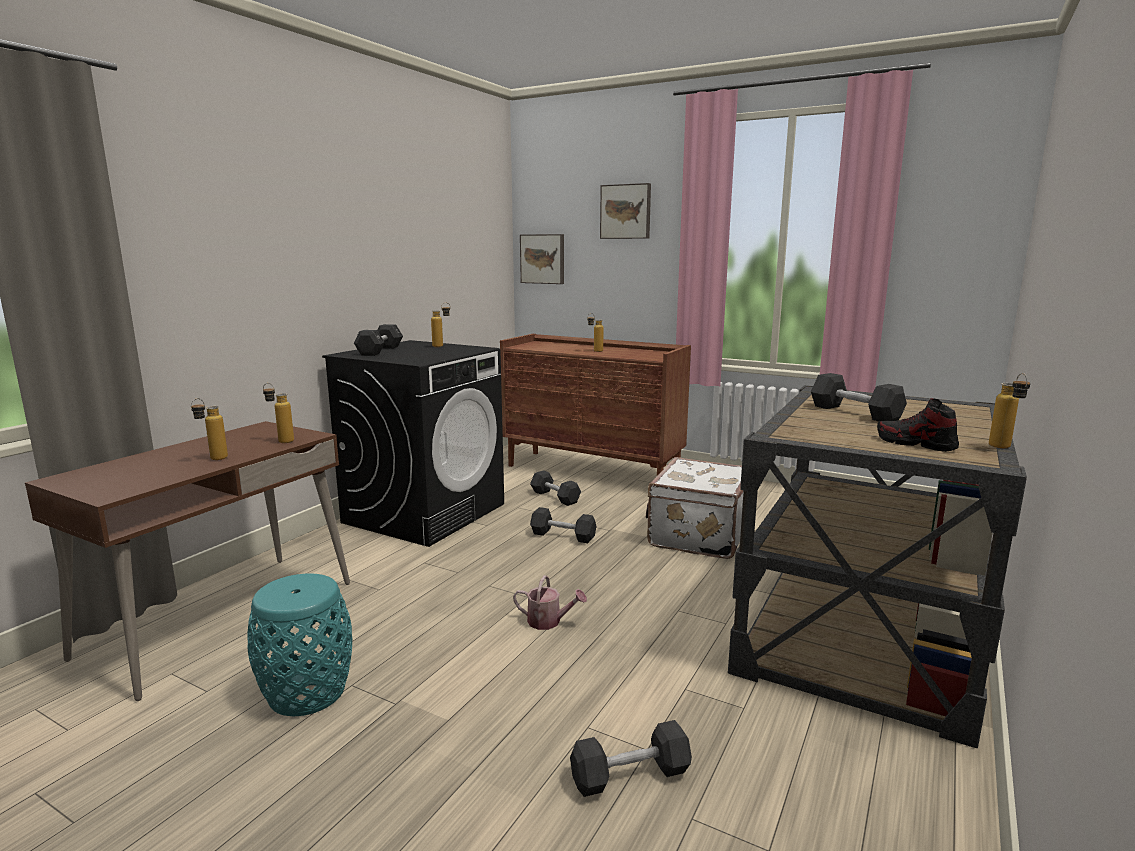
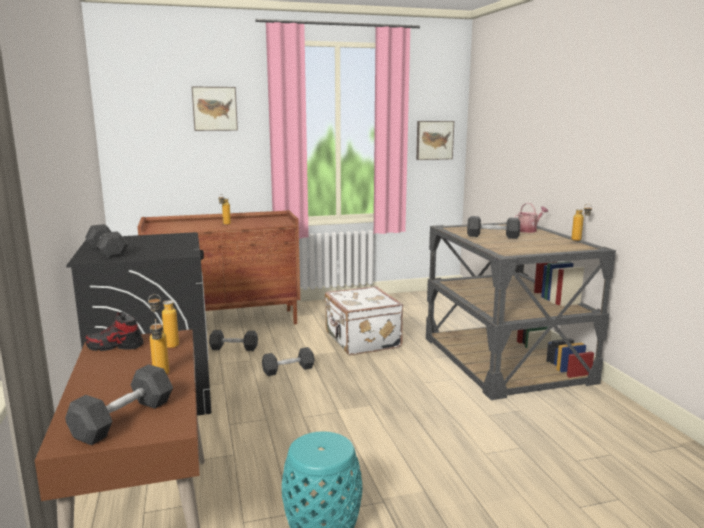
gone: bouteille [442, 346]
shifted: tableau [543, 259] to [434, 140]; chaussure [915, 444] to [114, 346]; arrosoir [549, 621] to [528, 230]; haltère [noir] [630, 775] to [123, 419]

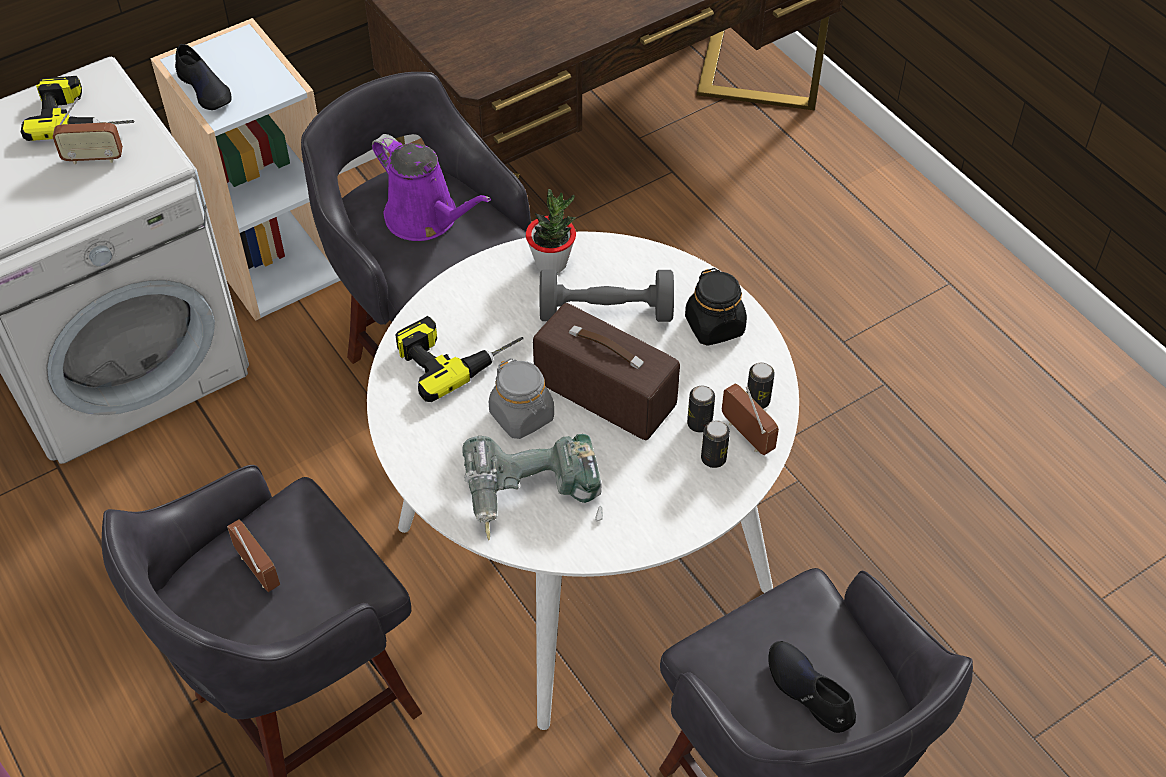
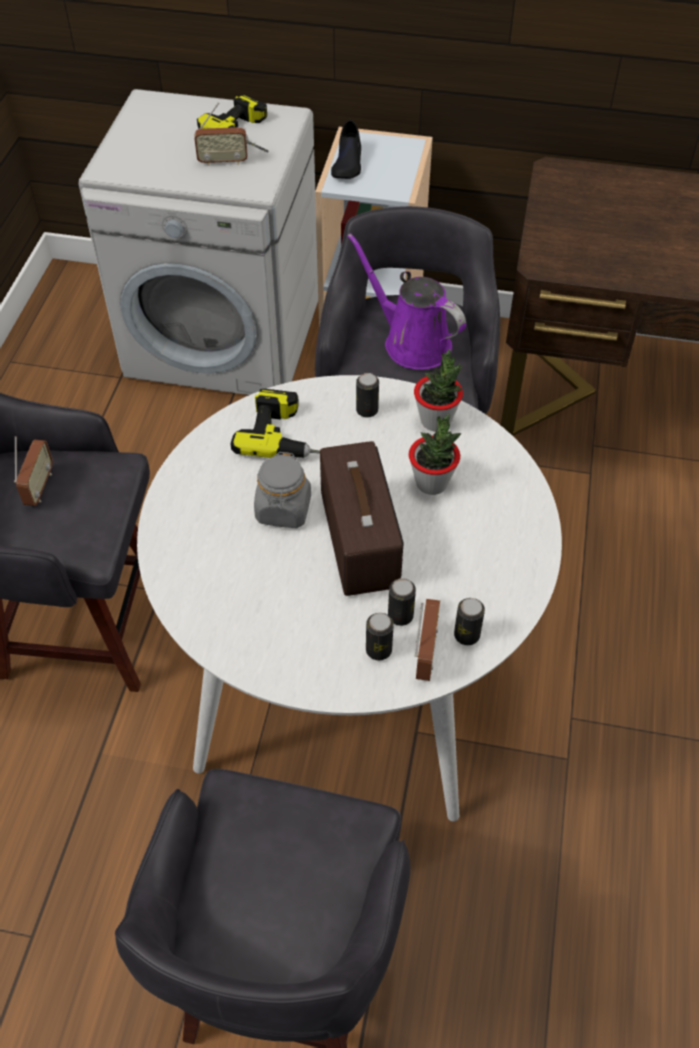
gone: bocal [noir] [715, 326]; perceuse [533, 499]; chaussure [noir] [809, 691]
new: boîte métallique [367, 410]
swapped: haltère [gris] [606, 312] to plante en pot [432, 483]
rotated: radio [93, 158] = [223, 162] 45 degrees counterclockwise; arrosoir [violet] [426, 218] = [412, 343] 135 degrees clockwise

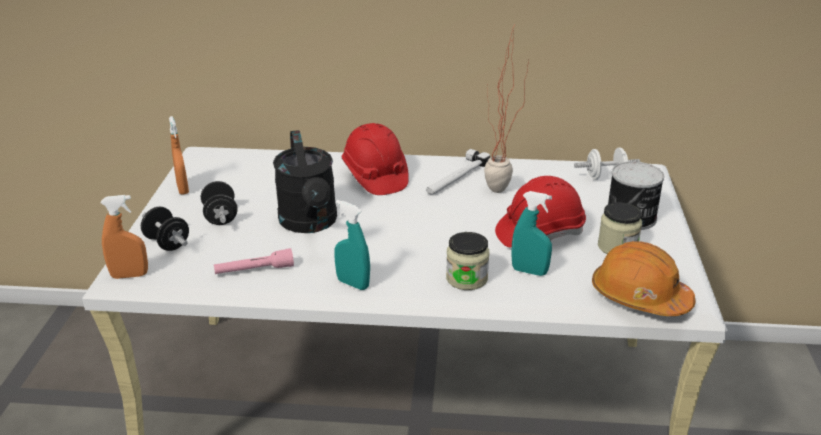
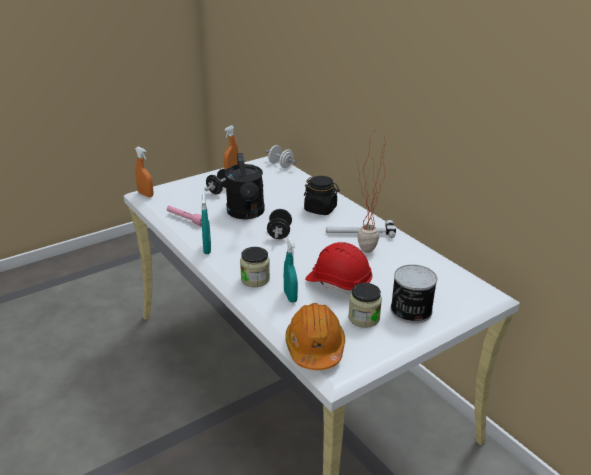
shifted: haltère [blanc] [605, 177] to [280, 165]; haltère [noir] [167, 243] to [279, 233]
swapped: casque de chantier [rouge] [375, 177] to bocal [noir] [320, 209]
rotated: arrosoir [noir] [310, 223] = [246, 213] 45 degrees counterclockwise

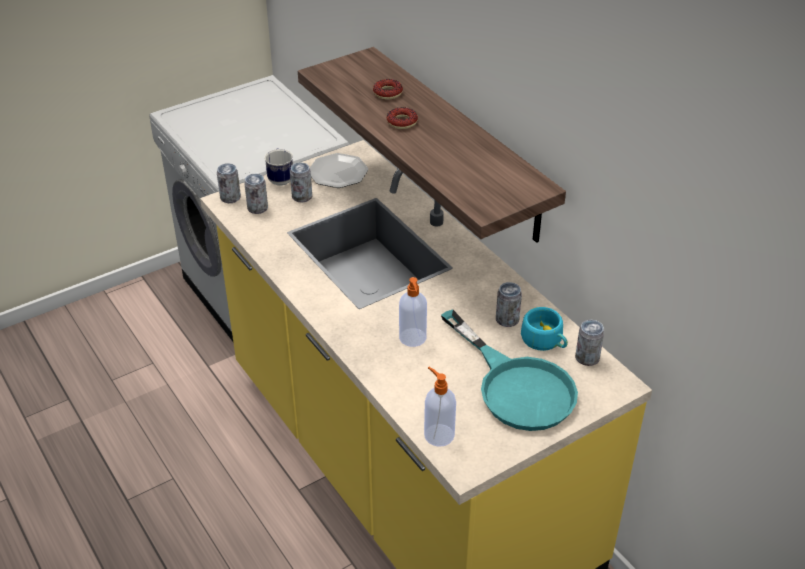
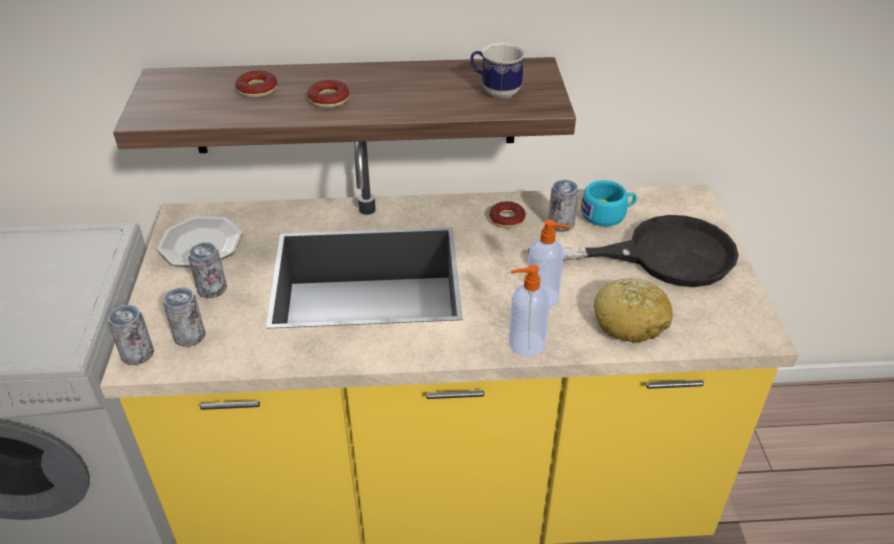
gone: boîte métallique [587, 358]
new: beignet [507, 219]; pain [630, 321]
shifted: mug [280, 178] to [495, 91]; distributeur de savon [438, 434] to [524, 344]
repainted: poêle [turquoise] [516, 385] to poêle [noir] [660, 256]

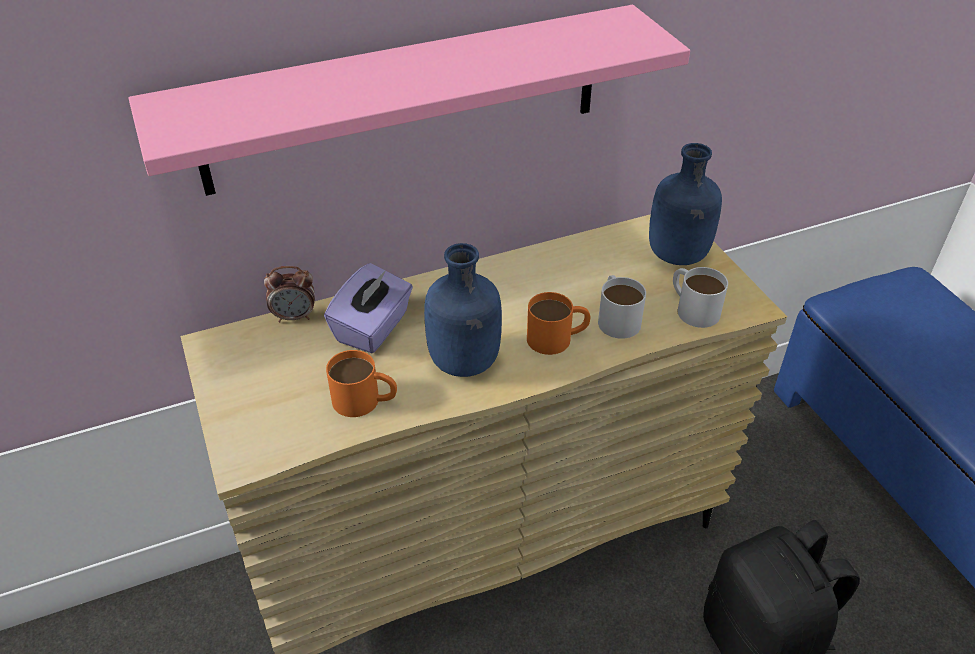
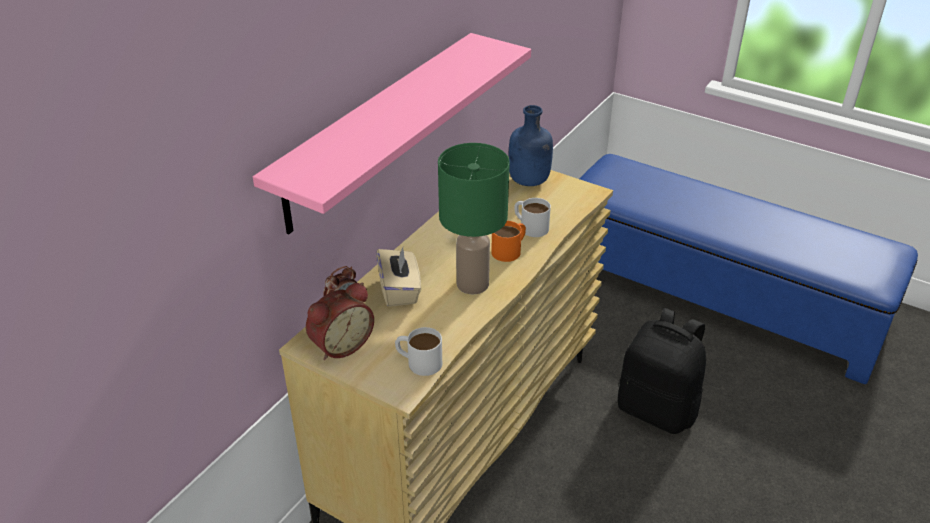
gone: mug [orange] [365, 400]
new: réveil [340, 344]
shifted: mug [blanc] [692, 308] to [418, 361]
swapped: bouteille [bleu] [464, 363] to lampe de table [vert] [473, 284]
repainted: boîte à mouchoirs [violet] [373, 328] to boîte à mouchoirs [beige] [399, 290]

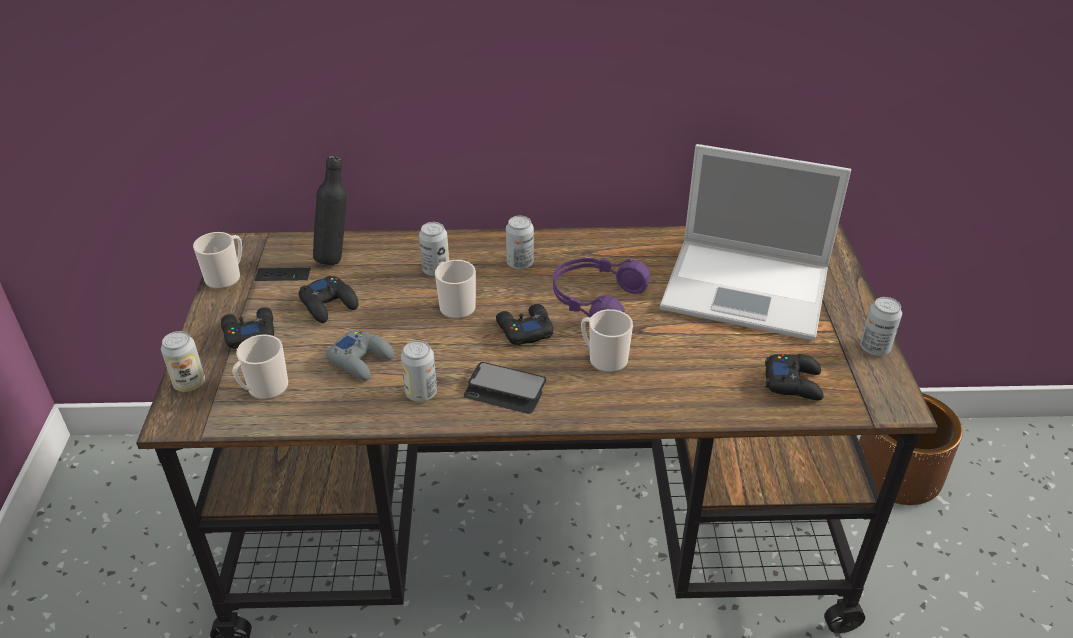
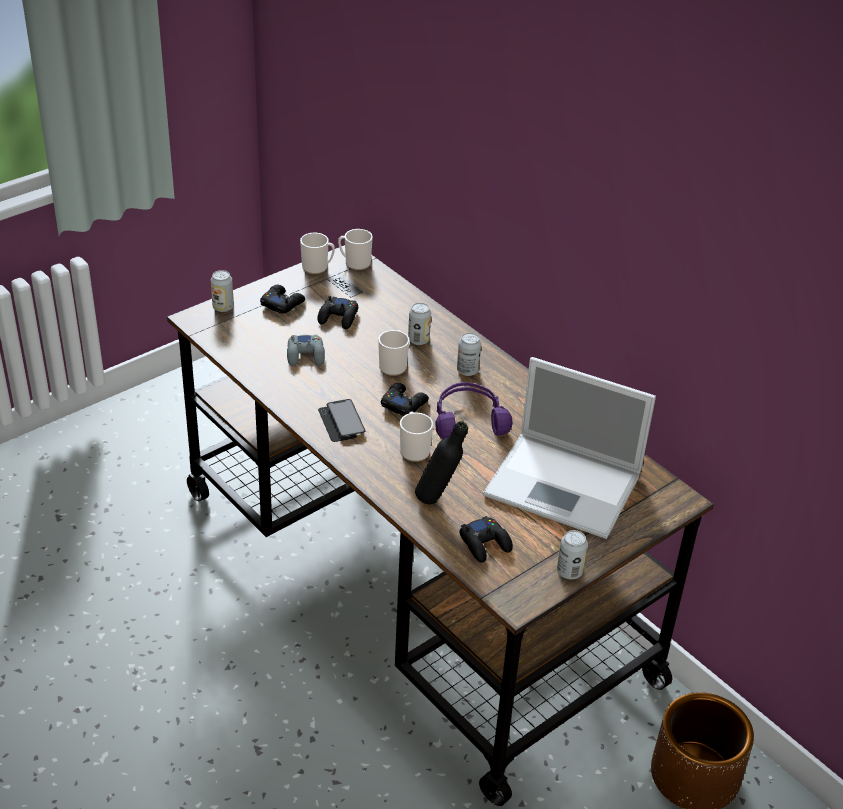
gone: boîte métallique [421, 393]
shifted: bouteille [noir] [336, 256] to [438, 498]; mug [264, 389] to [355, 263]
rotated: ordinateur portable [749, 289] = [566, 486] 45 degrees counterclockwise

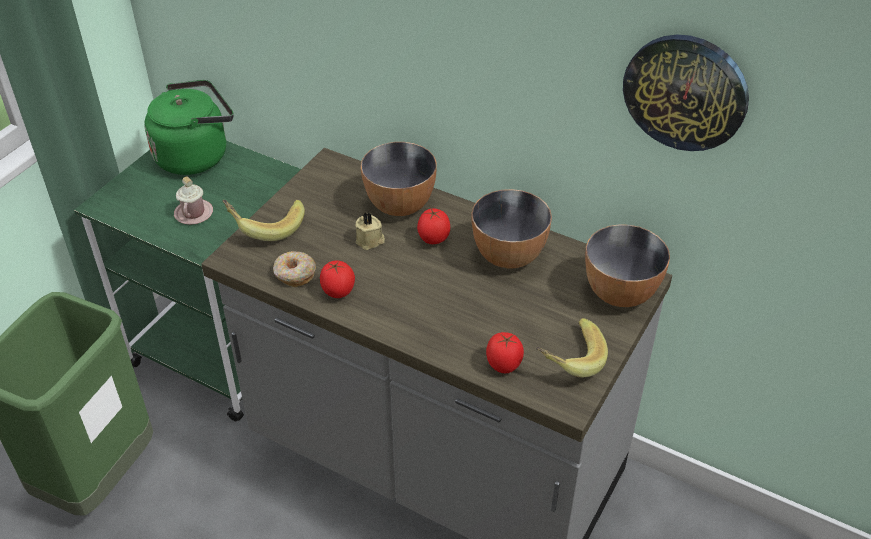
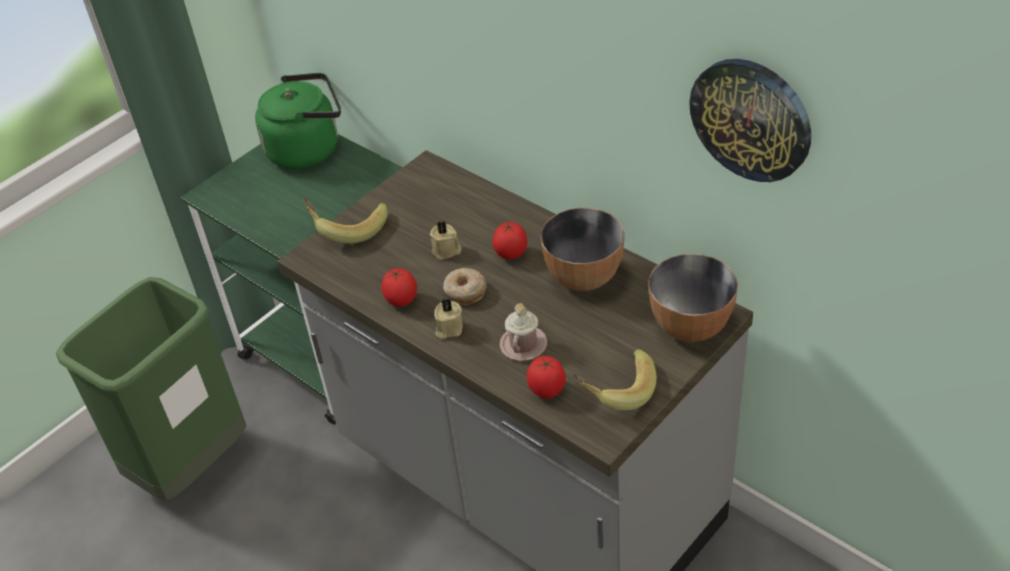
gone: bol [400, 205]
new: bougie [beige] [448, 329]
shifted: mug [rose] [194, 213] to [523, 345]; beignet [294, 274] to [465, 291]

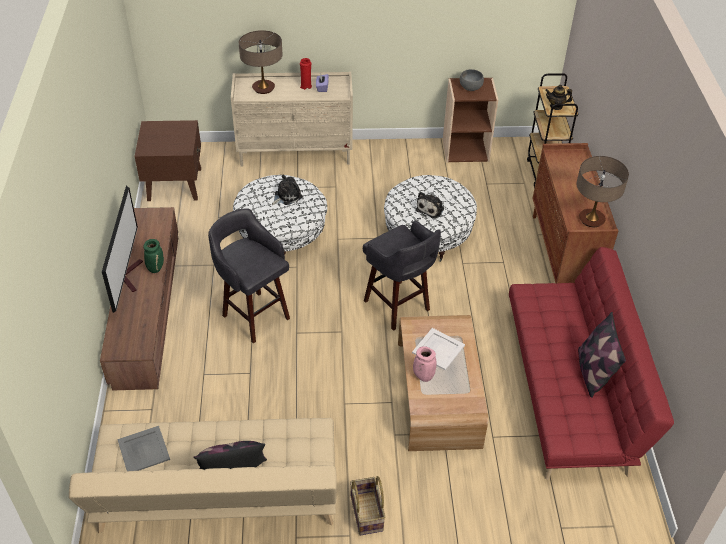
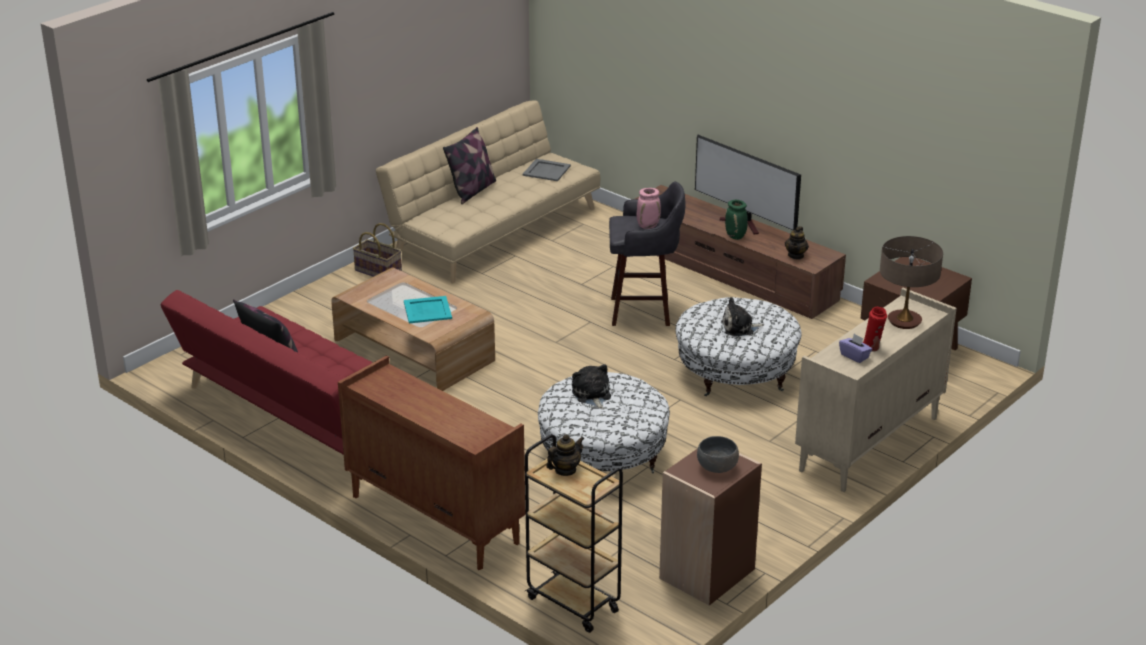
gone: lampe de table [591, 219]; tabouret [gris] [398, 307]
new: théière [796, 255]
shifted: vase [rose] [423, 376] to [648, 226]
repainted: plateau [blanc] [438, 349] to plateau [turquoise] [427, 310]
rotated: peluche [286, 196] = [740, 328] 75 degrees clockwise

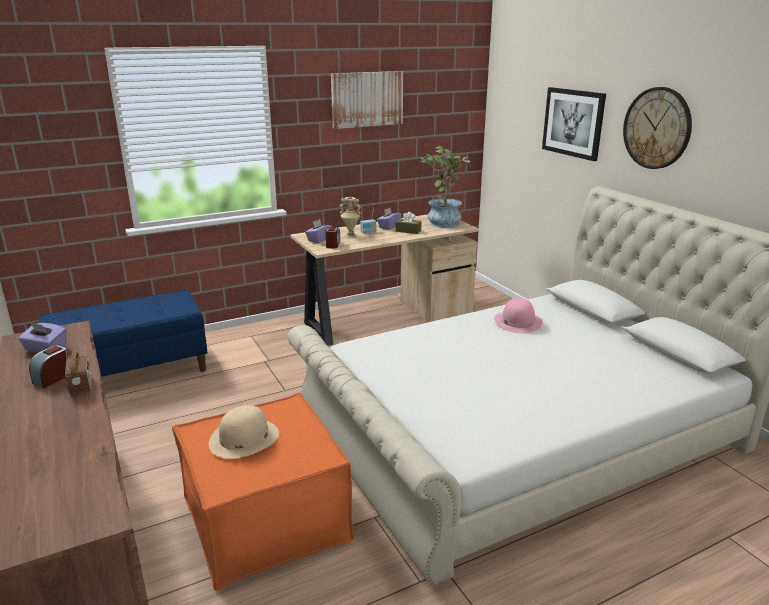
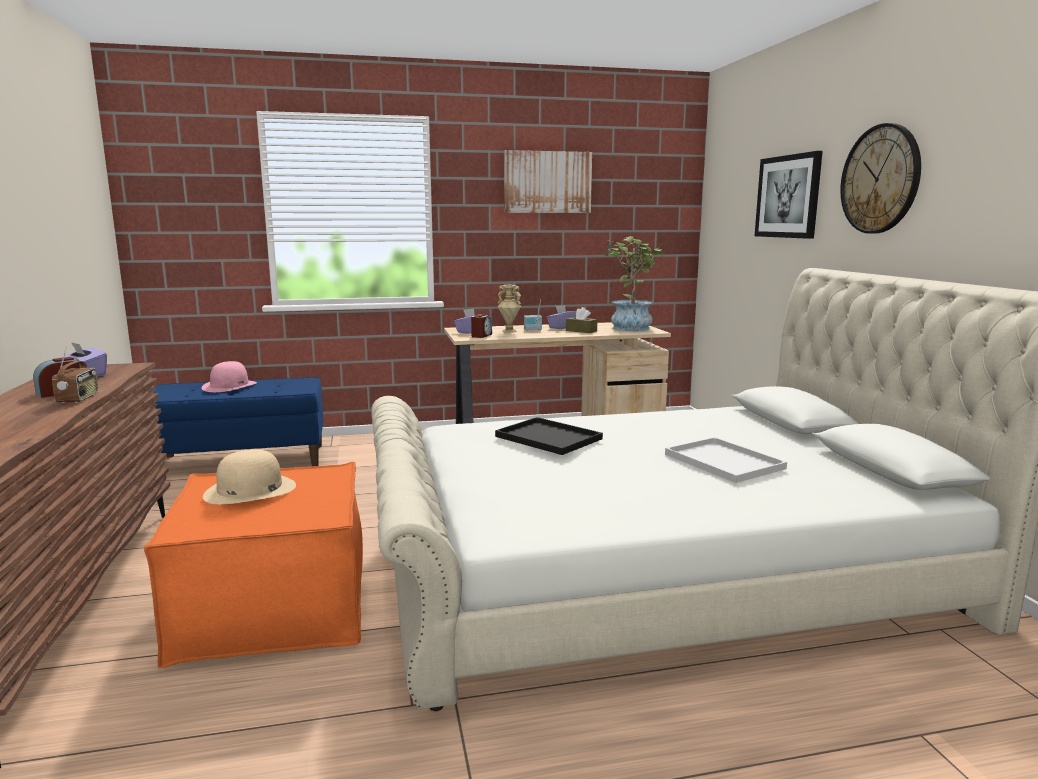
new: plateau [noir] [550, 438]; plateau [blanc] [721, 461]
shifted: chapeau [rose] [517, 322] to [229, 386]

